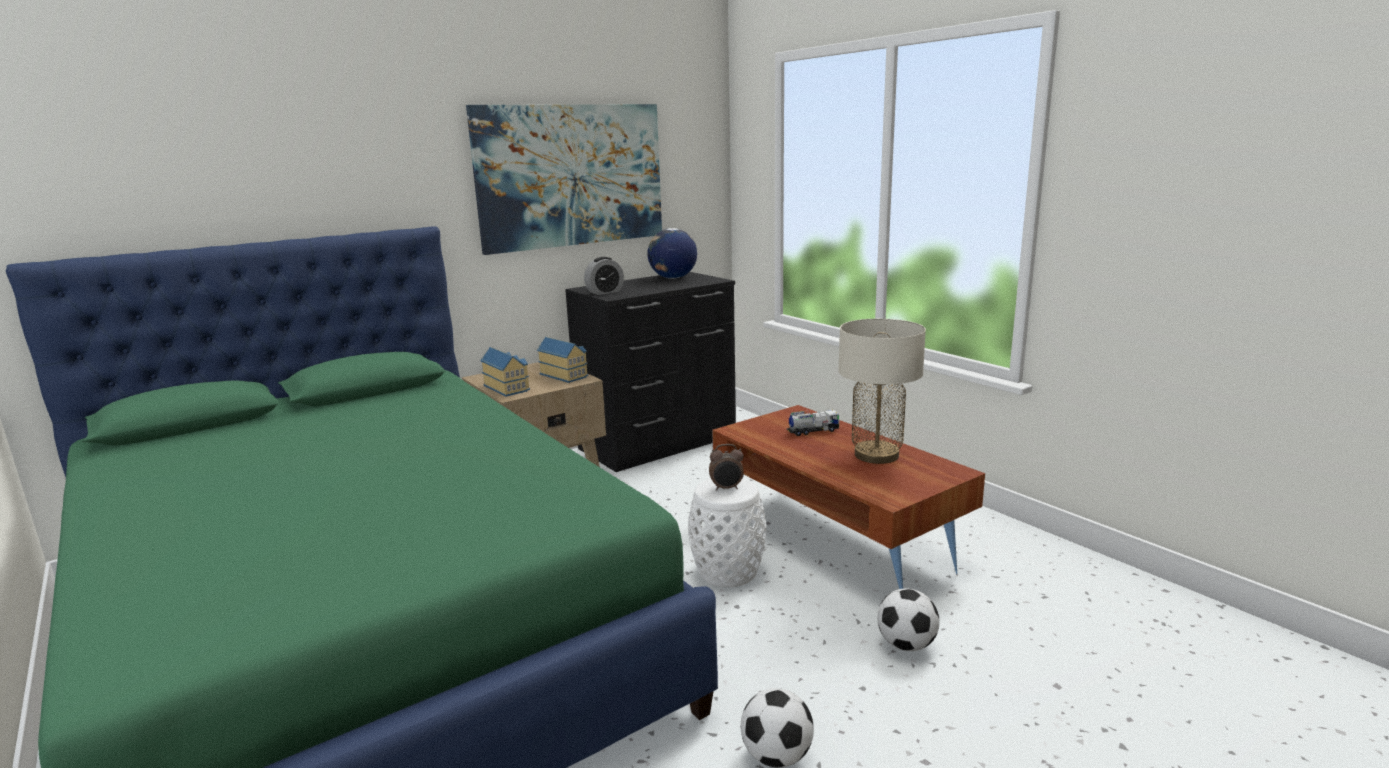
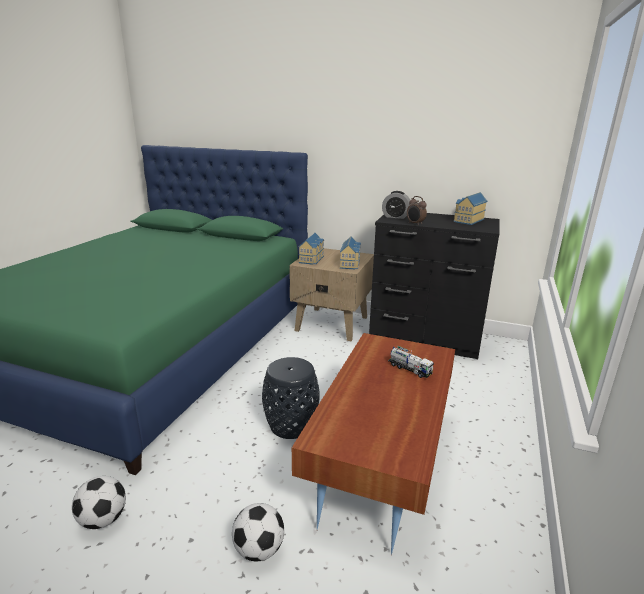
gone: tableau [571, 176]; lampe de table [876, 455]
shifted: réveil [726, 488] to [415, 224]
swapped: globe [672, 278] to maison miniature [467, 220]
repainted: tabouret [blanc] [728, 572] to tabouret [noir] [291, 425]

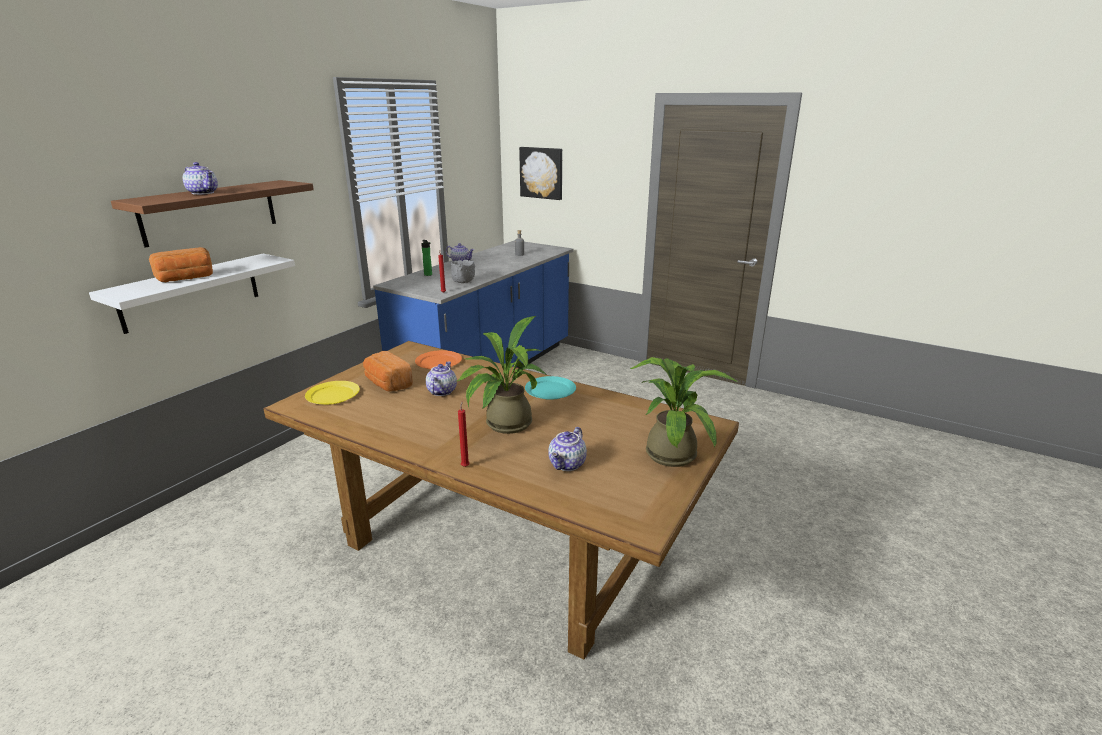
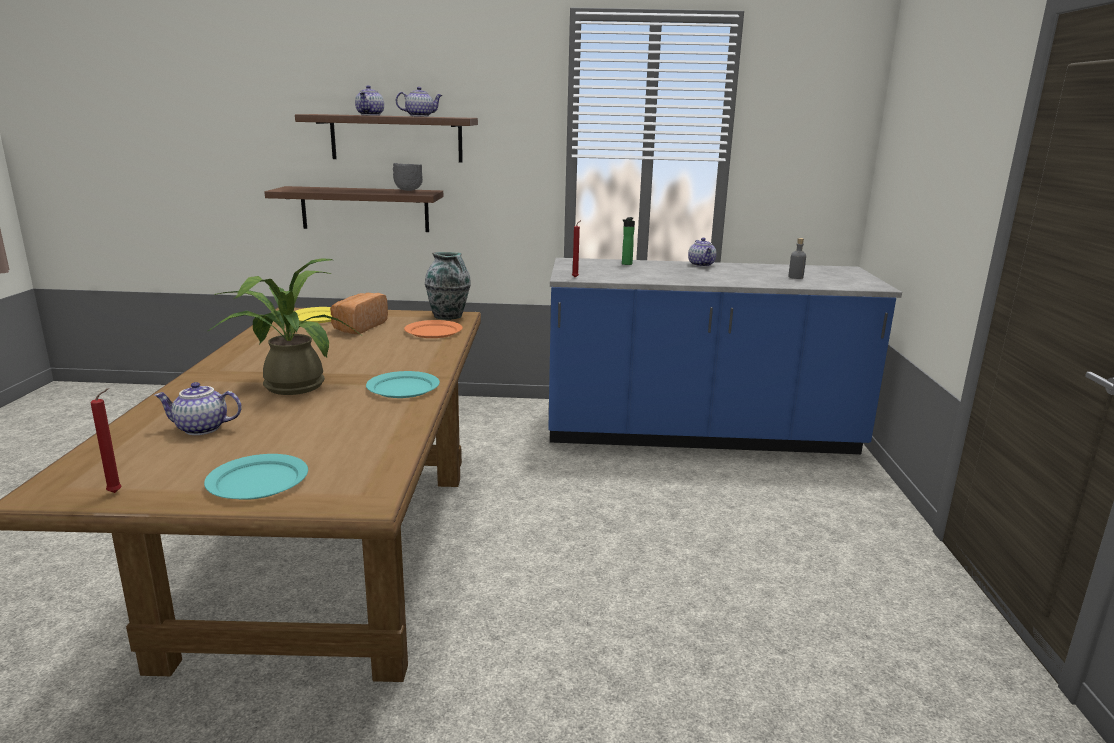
gone: tableau [542, 173]; pain [186, 279]
new: vase [449, 316]
shifted: bol [gris] [463, 283] to [408, 191]; théière [441, 391] to [420, 116]; bougie [rouge] [465, 466] to [117, 492]
swapped: plante en pot [671, 451] to assiette [turquoise] [258, 481]
repainted: étagère [blanc] [191, 292] to étagère [marron] [365, 209]

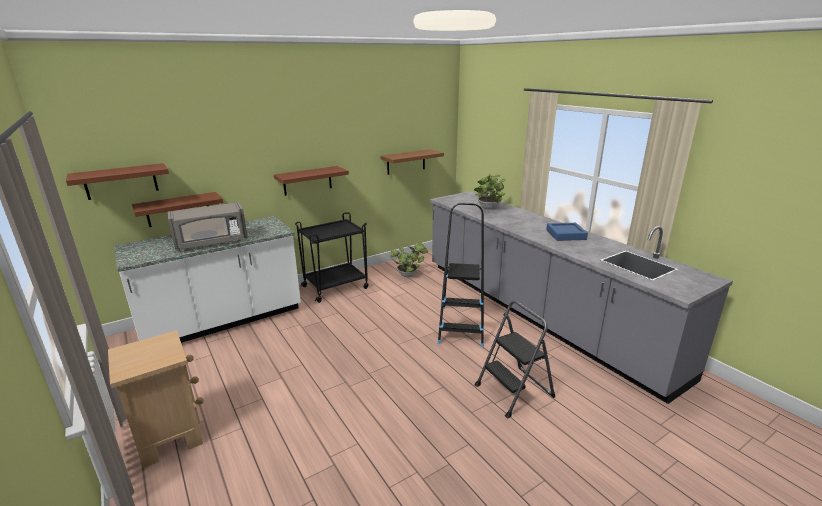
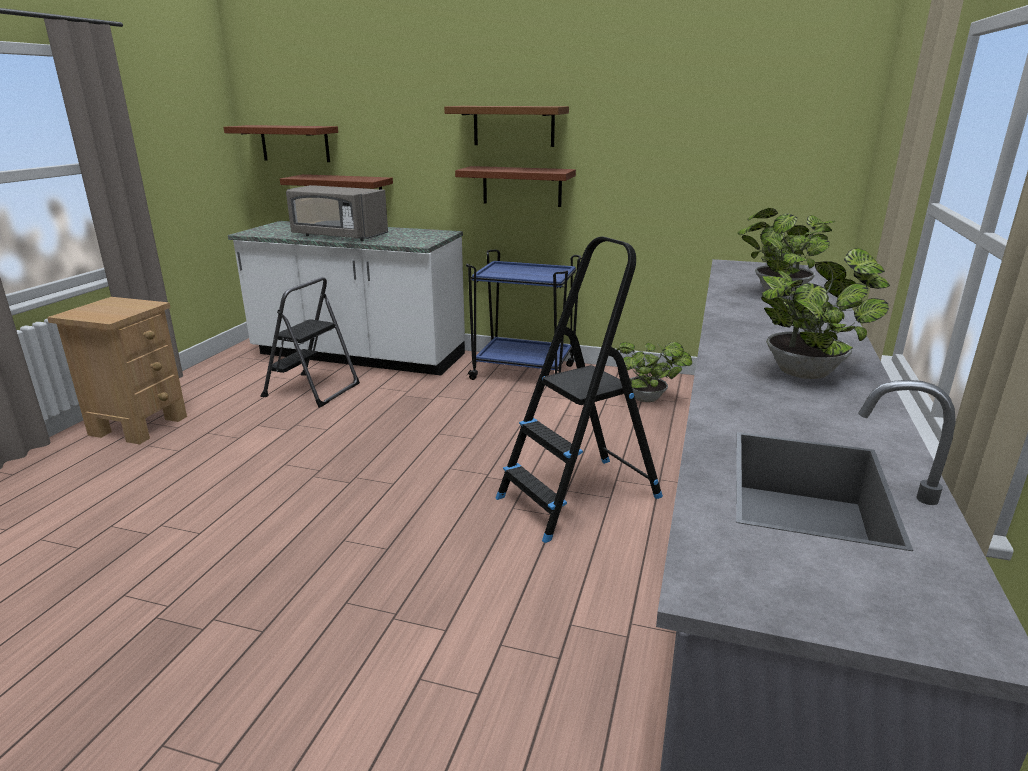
shifted: étagère [marron] [406, 162] to [513, 126]; escabeau [noir] [517, 390] to [314, 390]
swapped: plateau [bleu] [565, 235] to plante en pot [808, 372]
repainted: chariot [noir] [336, 287] to chariot [bleu] [524, 372]

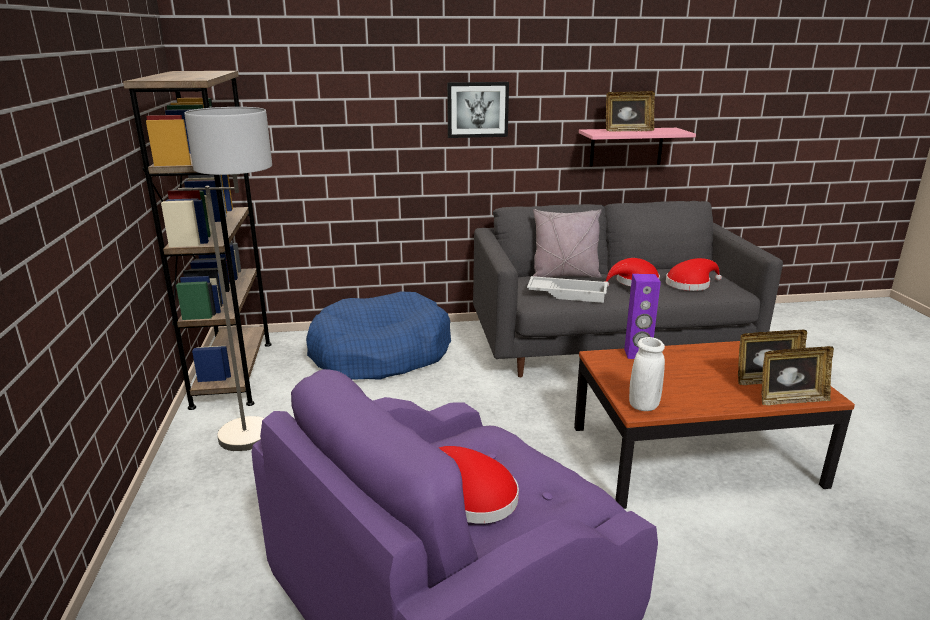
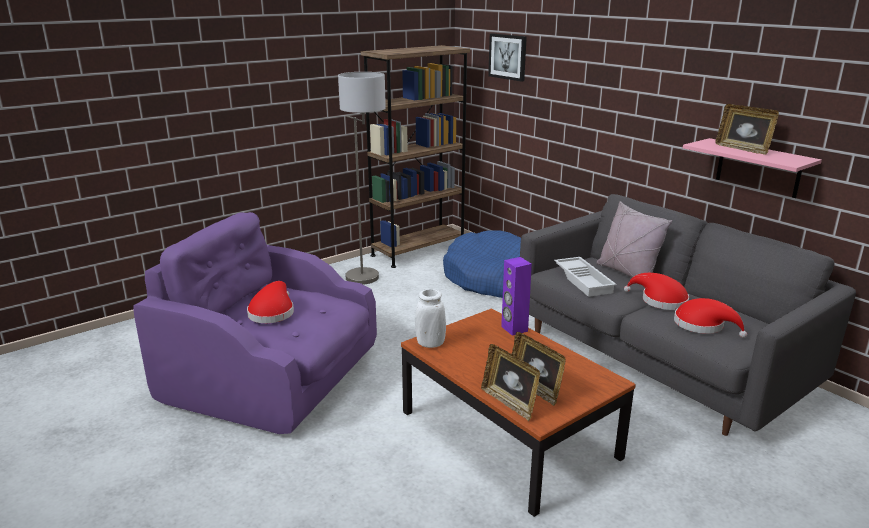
shifted: tableau [477, 109] to [508, 57]

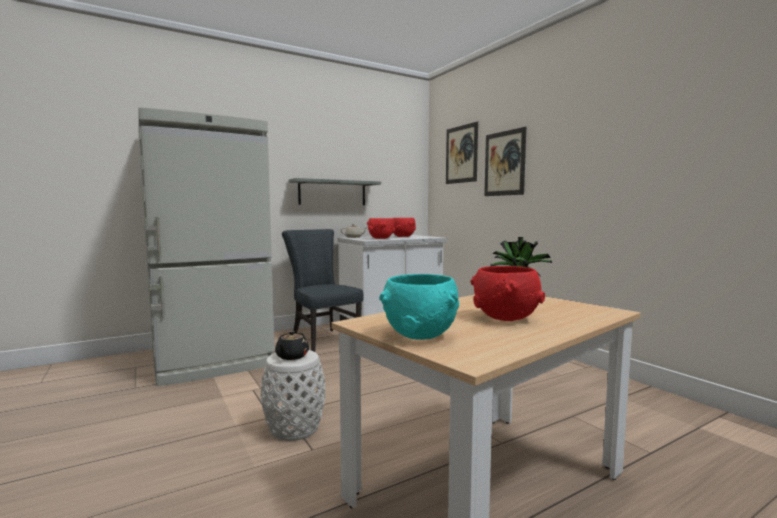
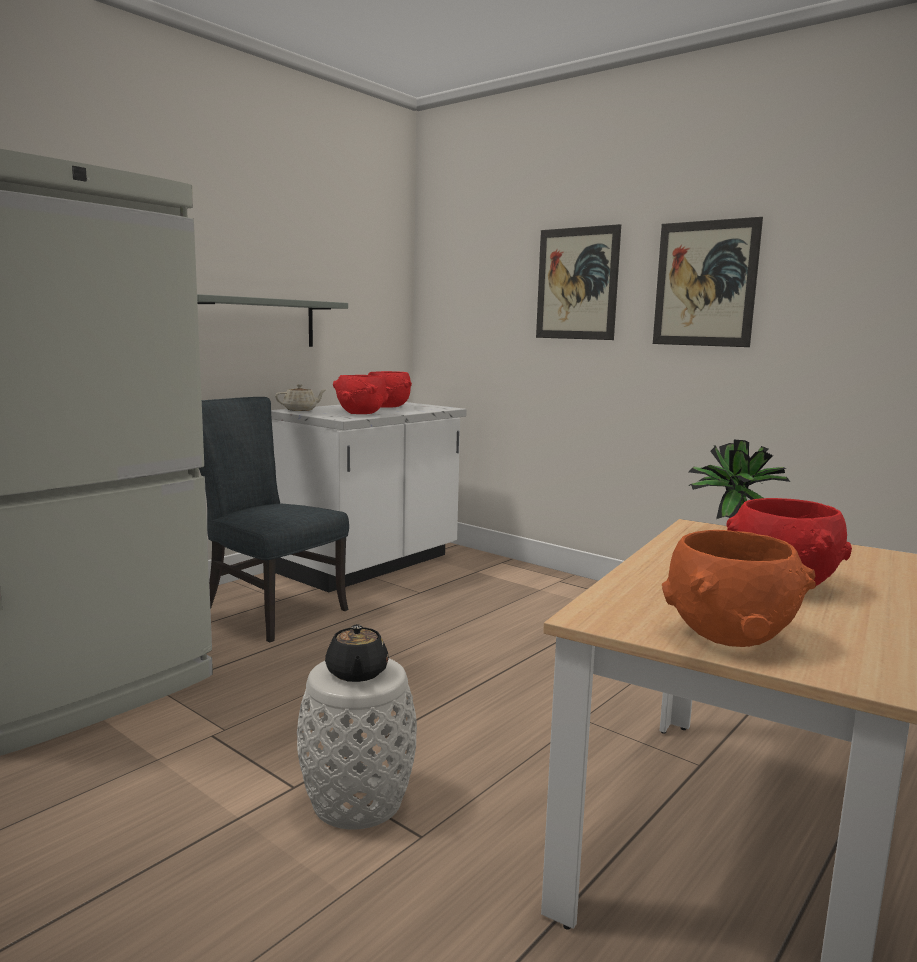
shifted: tableau [461, 154] to [705, 284]
repainted: bol [turquoise] [420, 335] to bol [orange] [728, 636]

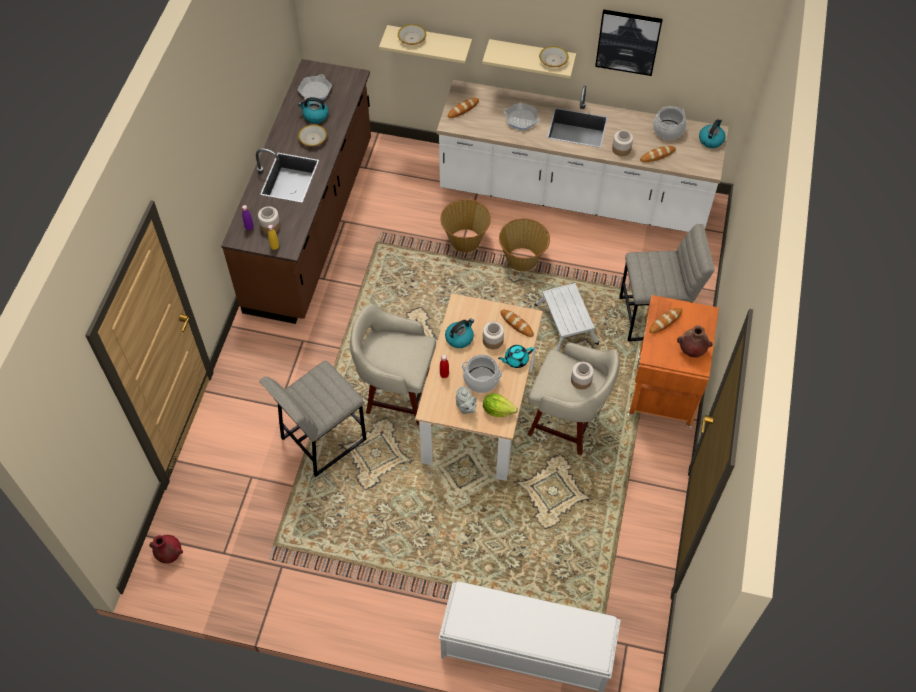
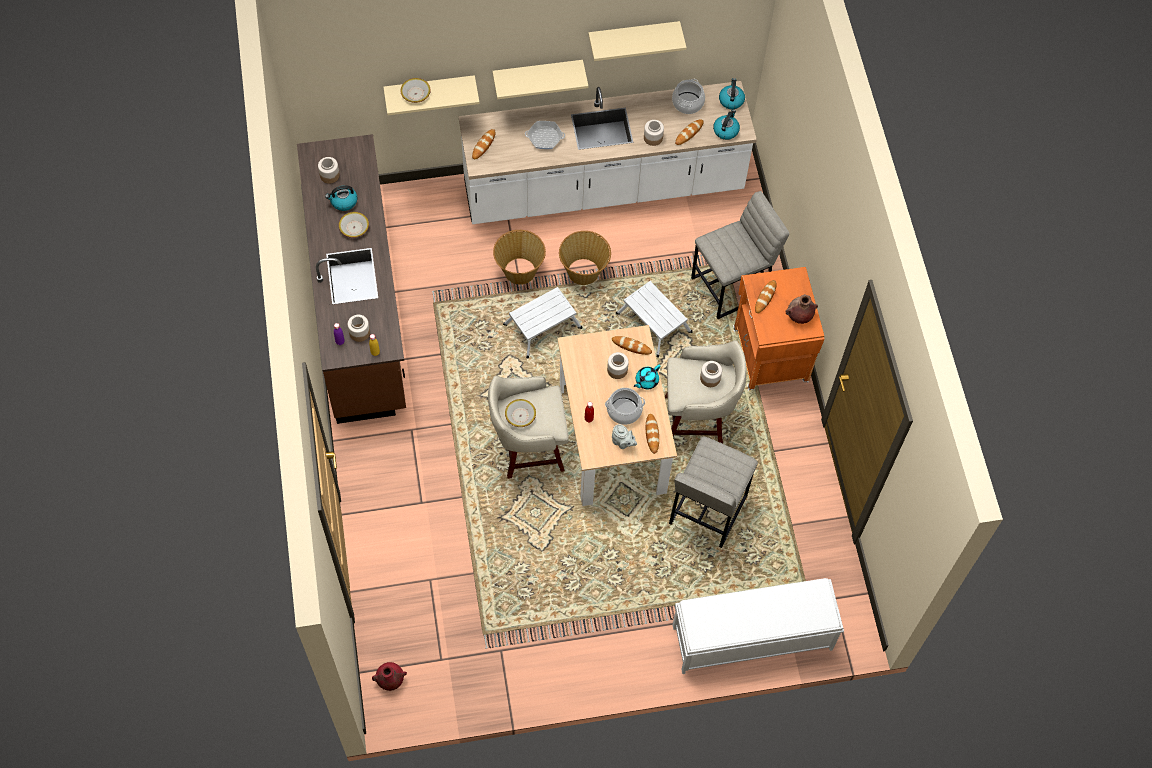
new: escabeau [blanc] [543, 326]
shifted: bol [553, 61] to [520, 416]; bouilloire [459, 338] to [726, 130]; chaise [gris] [322, 440] to [707, 511]
swapped: tableau [628, 41] to étagère [beige] [633, 36]; poêle [315, 91] to bocal [329, 175]; laitue [497, 410] to pain [652, 434]

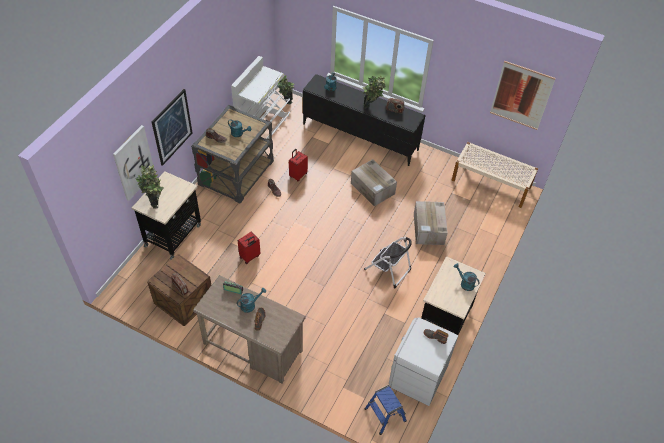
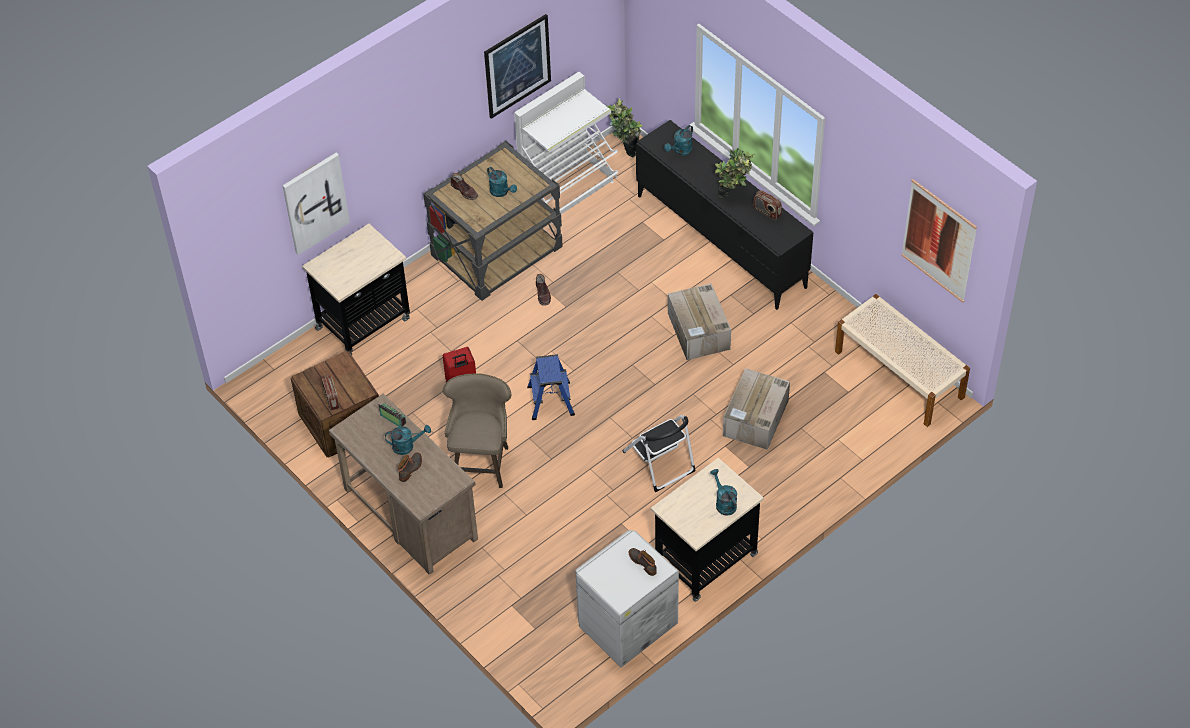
gone: valise [rouge] [298, 175]; plante en pot [154, 201]
new: tabouret [beige] [481, 463]
shifted: tableau [172, 127] to [517, 66]; escabeau [bleu] [385, 414] to [551, 400]

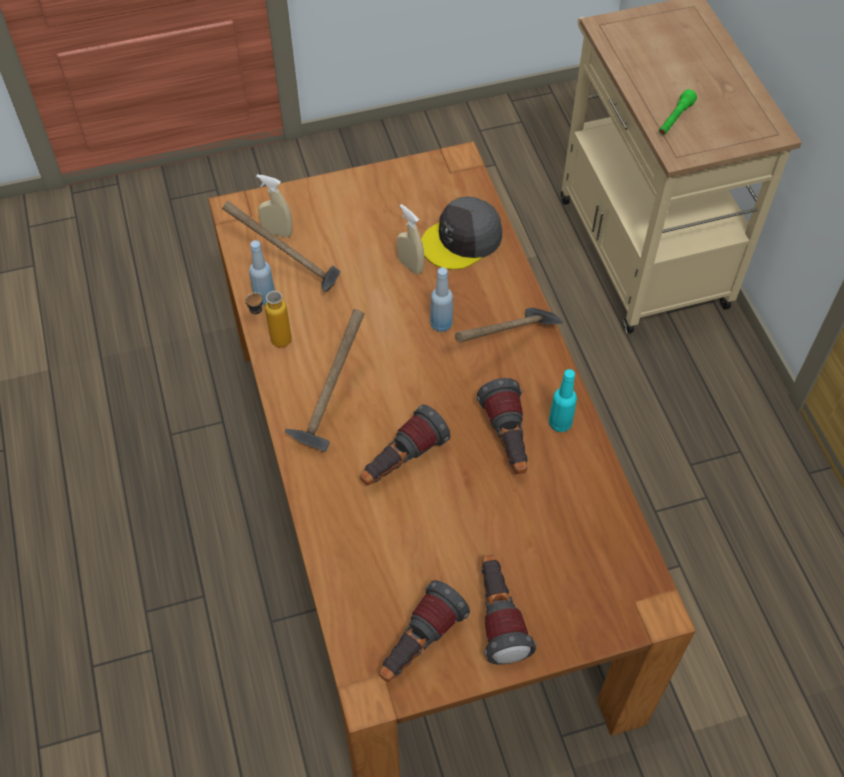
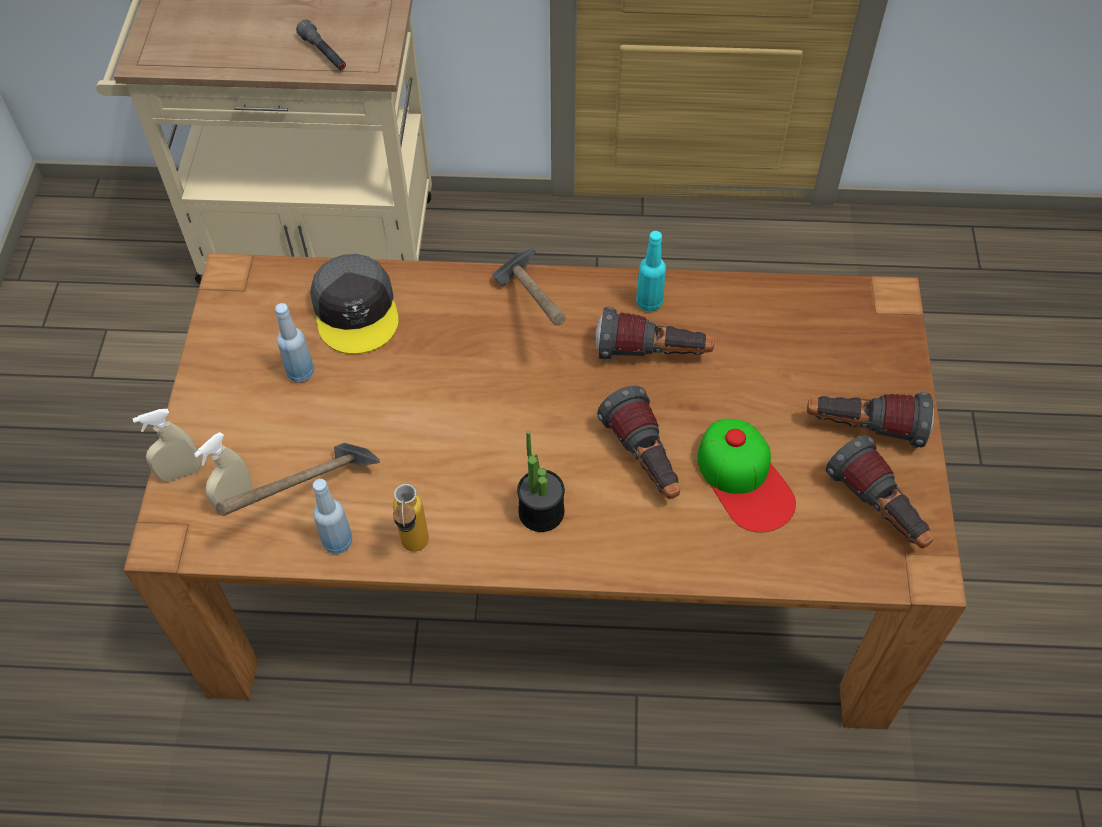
new: casquette [744, 479]
shifted: vaporisateur [beige] [410, 265] to [181, 473]; bouteille [bleu] [441, 324] to [301, 373]
swapped: marteau [331, 407] to plante en pot [541, 512]
repainted: lampe de poche [vert] [675, 119] to lampe de poche [gris] [324, 54]

